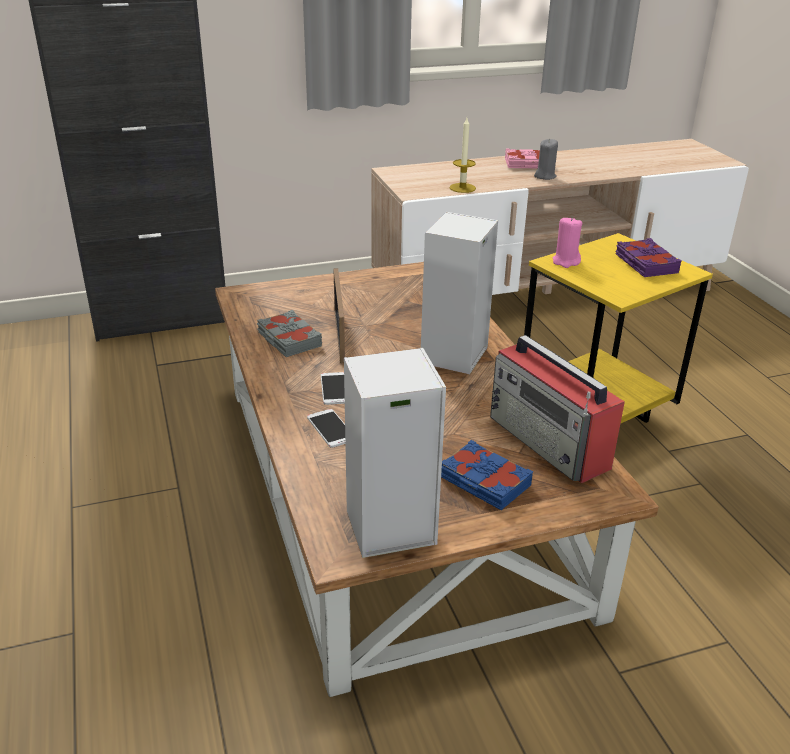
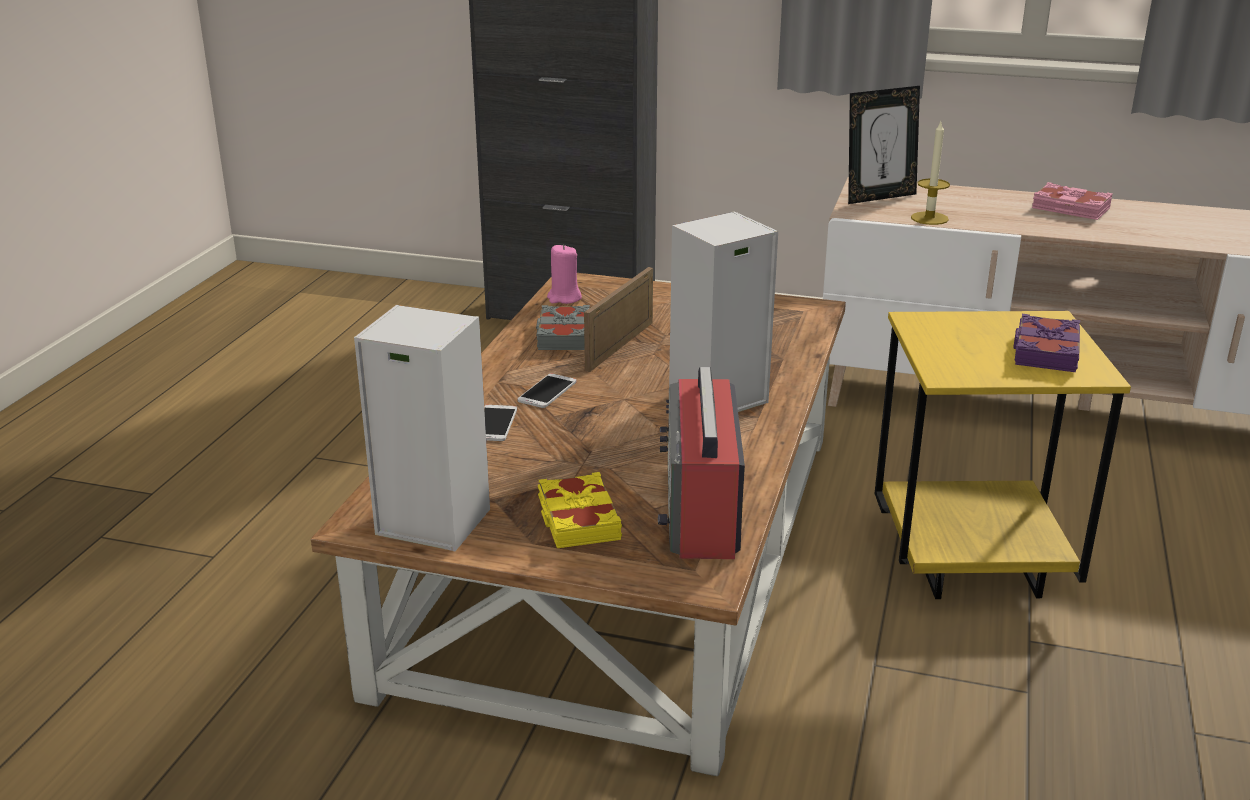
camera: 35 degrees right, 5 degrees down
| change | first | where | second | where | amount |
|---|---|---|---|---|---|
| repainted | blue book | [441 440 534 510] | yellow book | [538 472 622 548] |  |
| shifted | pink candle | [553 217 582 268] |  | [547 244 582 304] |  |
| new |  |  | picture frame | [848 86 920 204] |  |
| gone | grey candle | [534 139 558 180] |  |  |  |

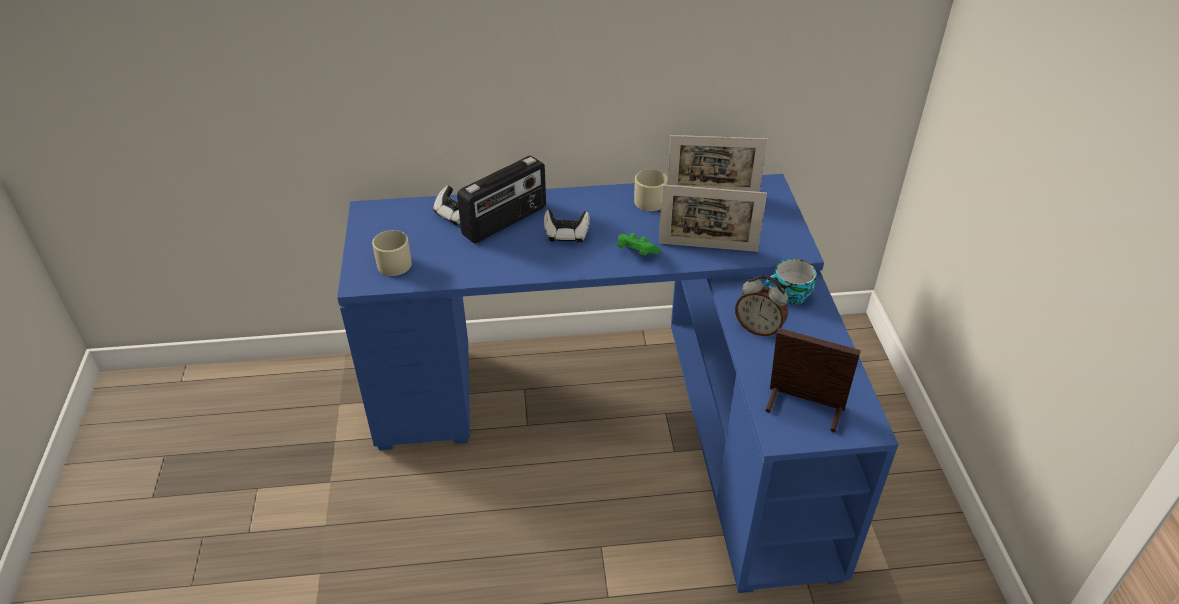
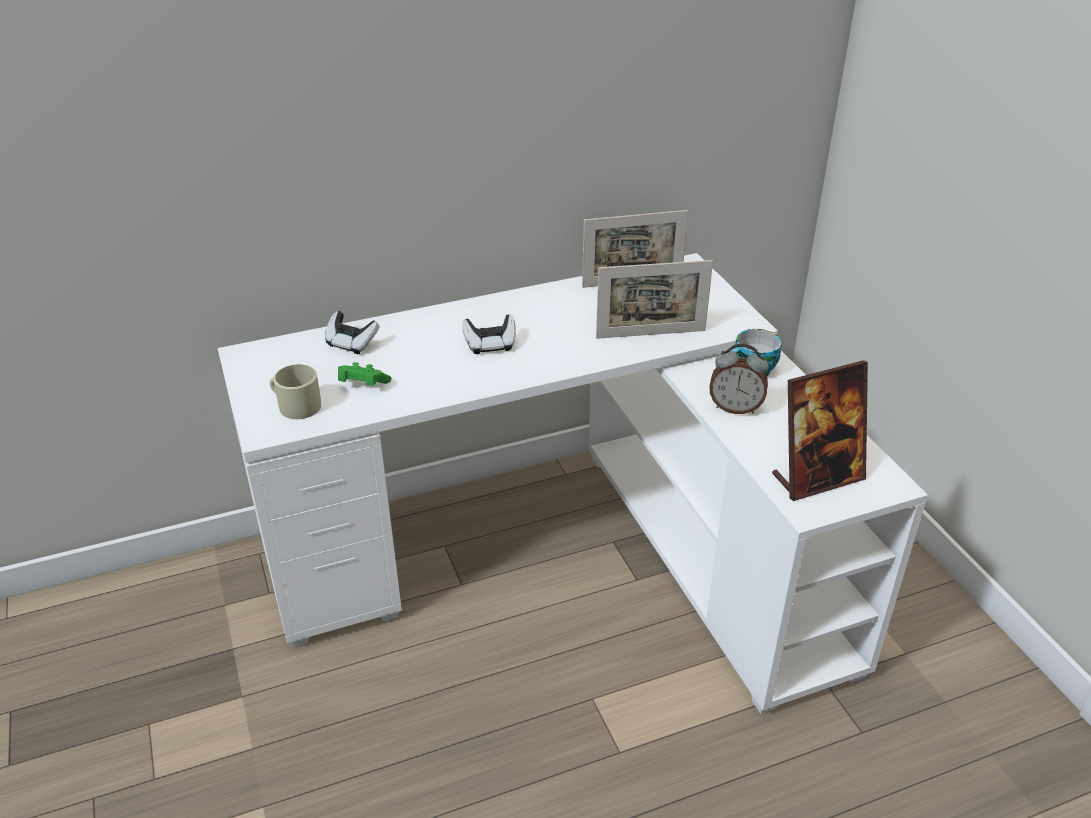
camera: 15 degrees left, 5 degrees down
| change | first | where | second | where | amount |
|---|---|---|---|---|---|
| repainted | blue desk | [337 174 899 593] | white desk | [218 253 928 714] |  |
| shifted | green game controller | [617 233 661 256] |  | [338 362 391 386] |  |
| rotated | picture frame | [765 328 861 432] |  | [772 360 868 501] | 150 degrees clockwise |
| gone | radio | [457 155 546 243] |  |  |  |
| gone | beige mug | [634 169 667 211] |  |  |  |

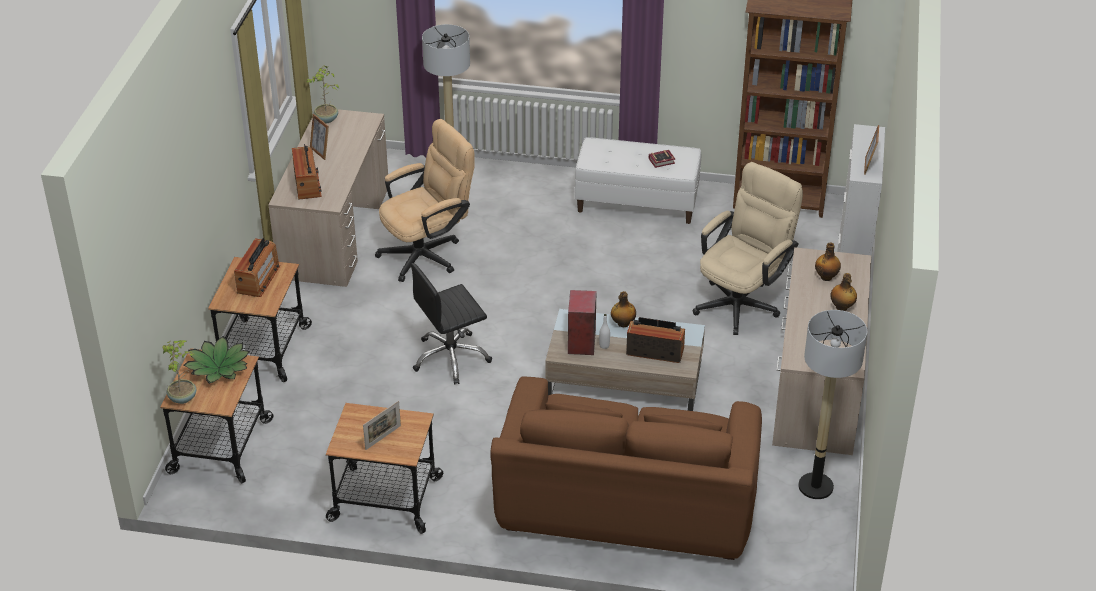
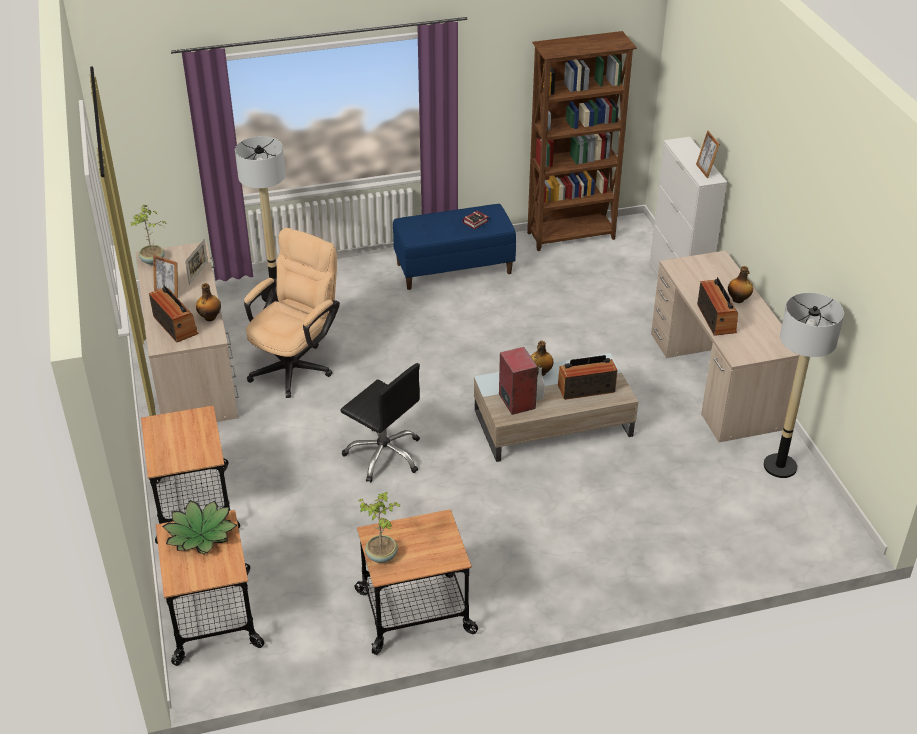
camera: 25 degrees left, 0 degrees up
| change | first | where | second | where | amount |
|---|---|---|---|---|---|
| shifted | picture frame | [363 401 401 450] |  | [185 239 208 285] |  |
| shifted | bottle | [815 243 841 281] |  | [196 283 221 321] |  |
| rotated | black office chair | [411 263 492 385] |  | [341 363 420 482] | 90 degrees counterclockwise |
| shifted | potted plant | [163 340 196 404] |  | [359 492 400 563] |  |
| repainted | white bench | [575 137 701 224] | blue bench | [393 204 516 290] |  |
| shifted | radio | [234 238 280 297] |  | [697 277 738 336] |  |
| gone | brown sofa | [490 376 762 560] |  |  |  |
| gone | beige office chair | [693 162 803 335] |  |  |  |

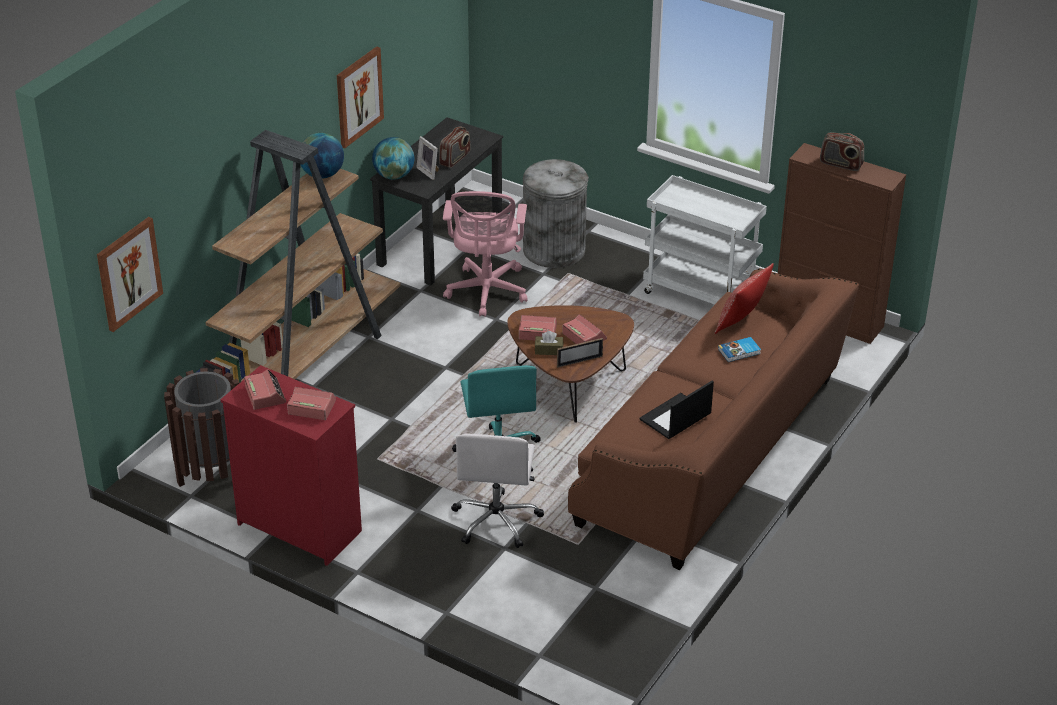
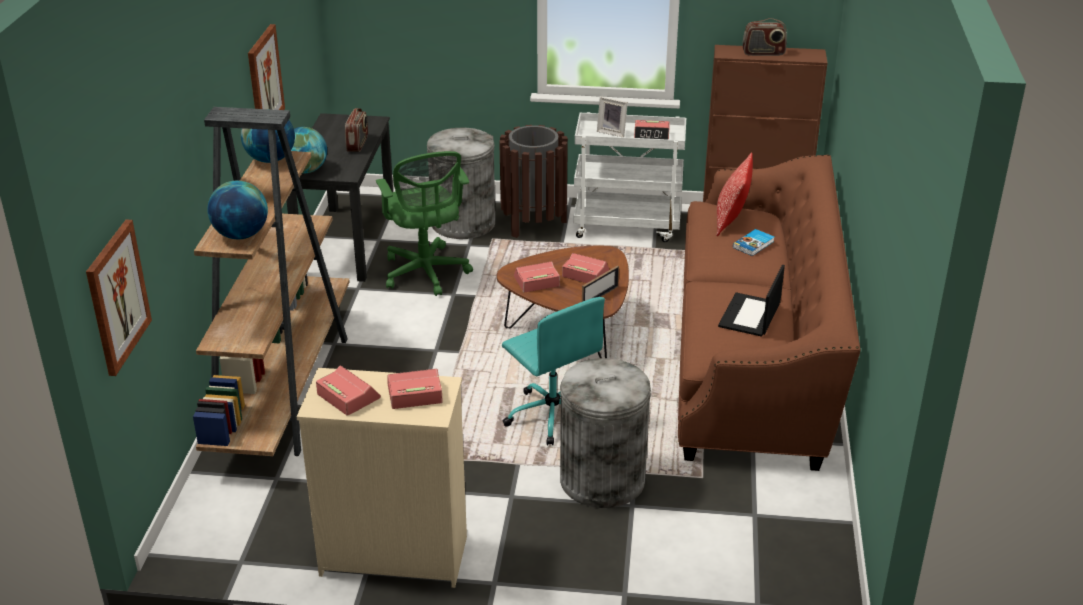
camera: 25 degrees left, 5 degrees down
| change | first | where | second | where | amount |
|---|---|---|---|---|---|
| new |  |  | globe | [207 181 268 239] |  |
| repainted | red dresser | [220 365 362 566] | beige dresser | [297 368 467 588] |  |
| repainted | pink office chair | [443 191 528 317] | green office chair | [376 151 473 296] |  |
| shifted | brown trash can | [164 368 240 487] |  | [499 125 568 238] |  |
| swapped | white office chair | [451 434 544 548] | grey trash can | [560 358 651 508] |  |
| shifted | picture frame | [416 136 439 180] |  | [597 96 628 137] |  |
| new |  |  | alarm clock | [634 120 670 140] |  |
| gone | brown tissue box | [535 331 563 355] |  |  |  |

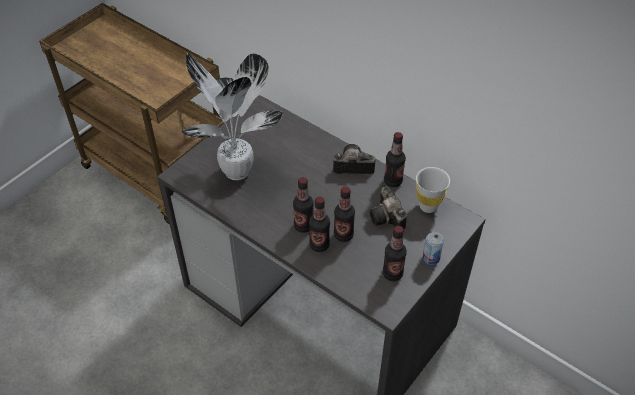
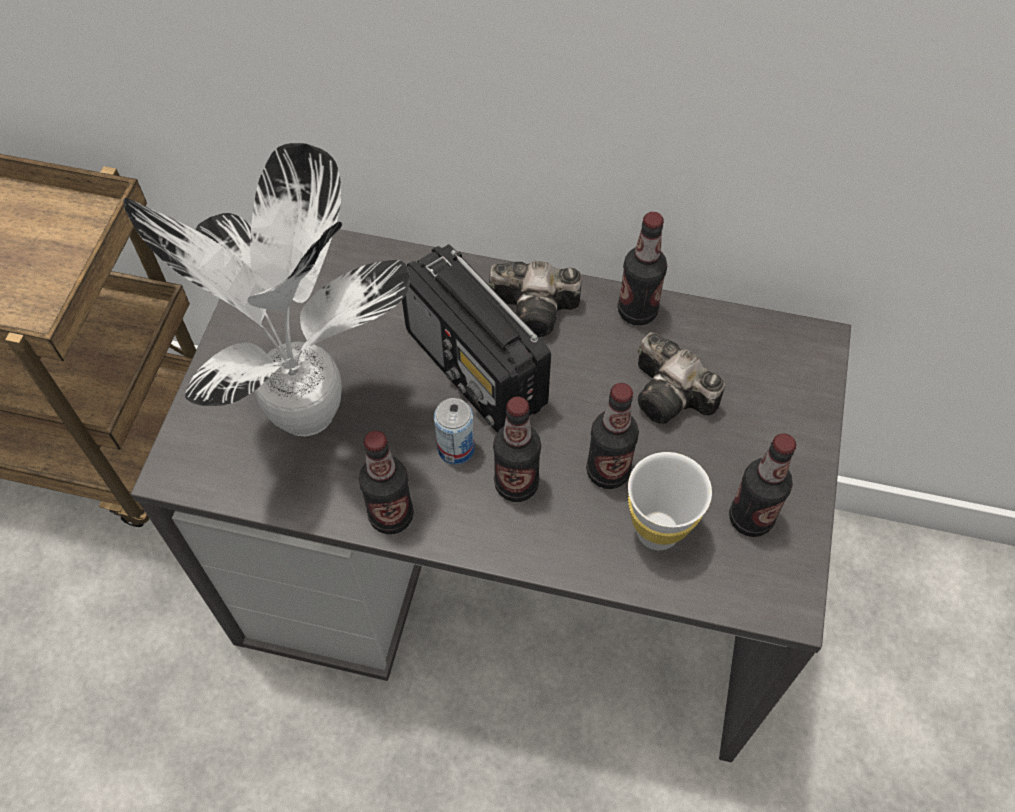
camera: 25 degrees left, 10 degrees up
| change | first | where | second | where | amount |
|---|---|---|---|---|---|
| shifted | bottle | [309 197 330 252] |  | [359 431 414 534] |  |
| new |  |  | radio | [402 244 551 433] |  |
| shifted | can | [423 232 444 265] |  | [434 398 475 465] |  |
| rotated | photo camera | [333 144 376 175] |  | [489 261 582 337] | 150 degrees counterclockwise |
| shifted | white cup | [416 167 450 213] |  | [628 452 712 550] |  |

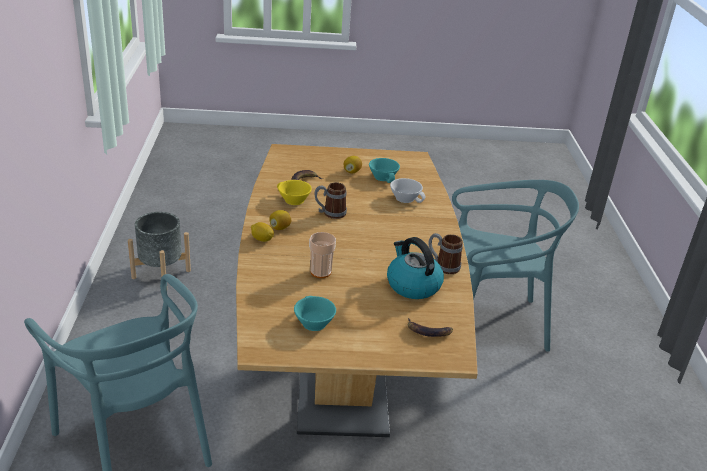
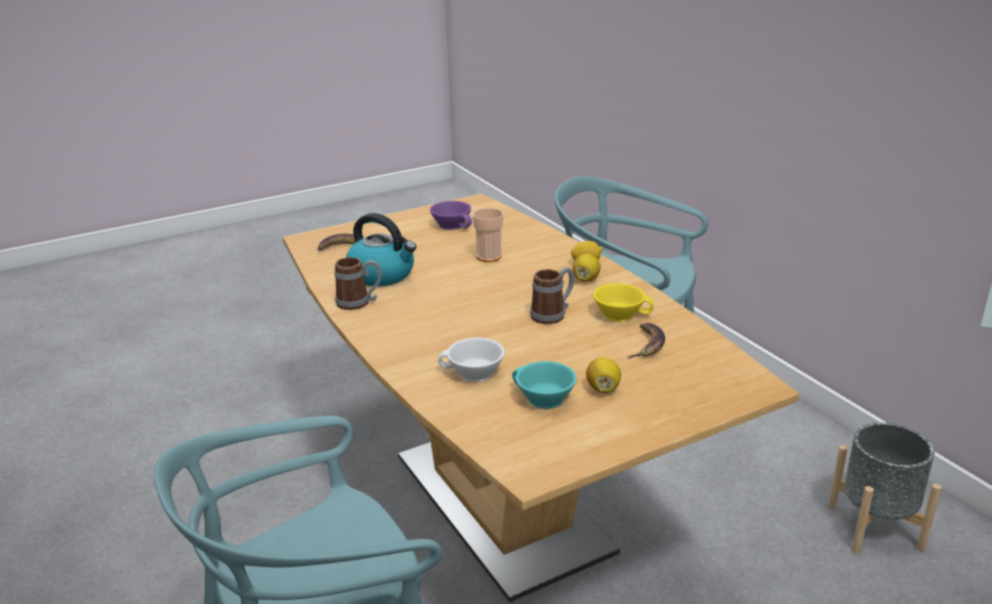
camera: 155 degrees right, 5 degrees down
| change | first | where | second | where | amount |
|---|---|---|---|---|---|
| repainted | turquoise cup | [294 296 336 331] | purple cup | [430 201 472 230] |  |

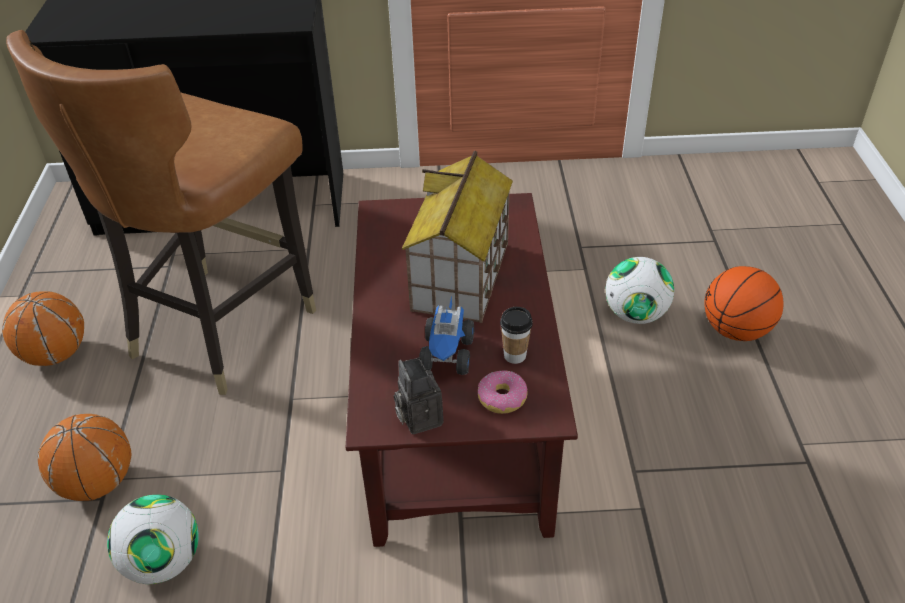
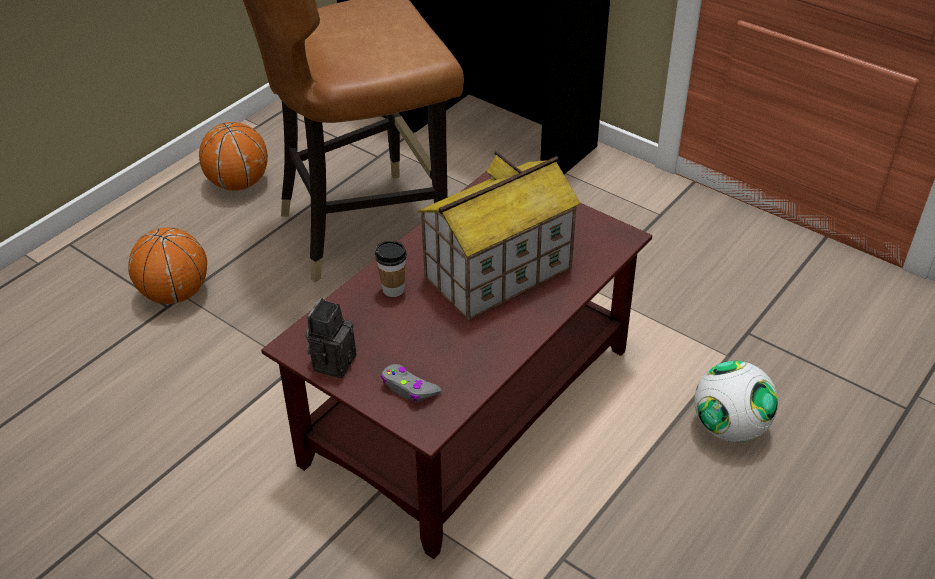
camera: 40 degrees right, 0 degrees up
| change | first | where | second | where | amount |
|---|---|---|---|---|---|
| shifted | cup | [500 307 533 364] |  | [375 241 407 297] |  |
| swapped | donut | [478 370 528 414] | grey game controller | [381 364 441 402] |  |
| gone | football | [107 495 199 584] |  |  |  |
| gone | toy truck | [419 295 474 375] |  |  |  |
| gone | basketball | [704 266 783 341] |  |  |  |

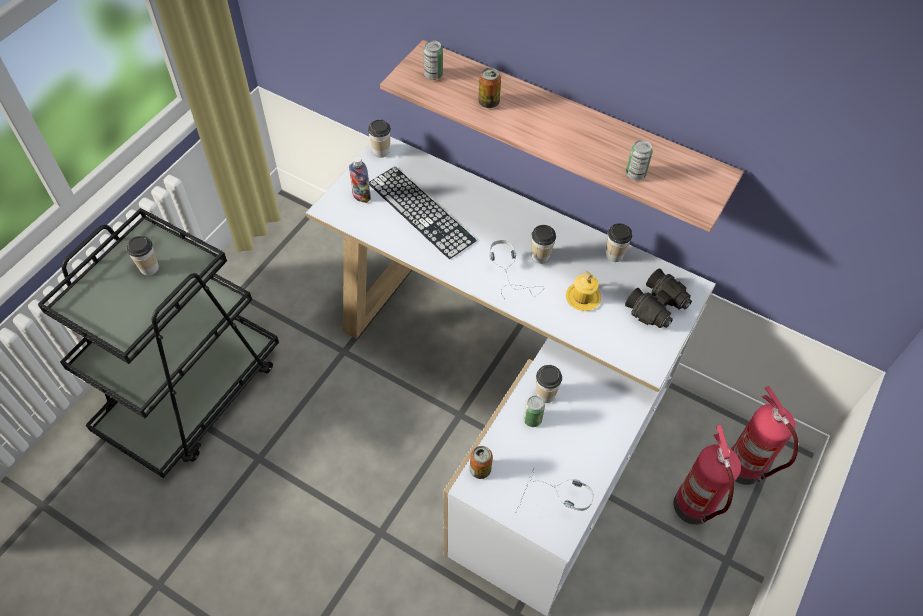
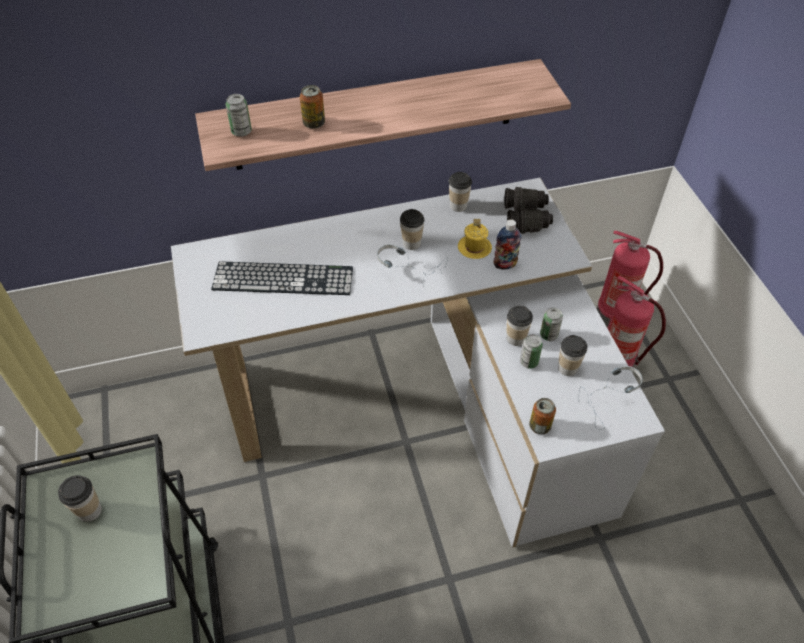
camera: 45 degrees left, 5 degrees down
| change | first | where | second | where | amount |
|---|---|---|---|---|---|
| shifted | bottle | [349 156 371 203] |  | [493 219 522 270] |  |
| shifted | can | [626 140 653 180] |  | [540 307 563 341] |  |
| shifted | cup | [368 119 391 158] |  | [558 335 587 376] |  |

